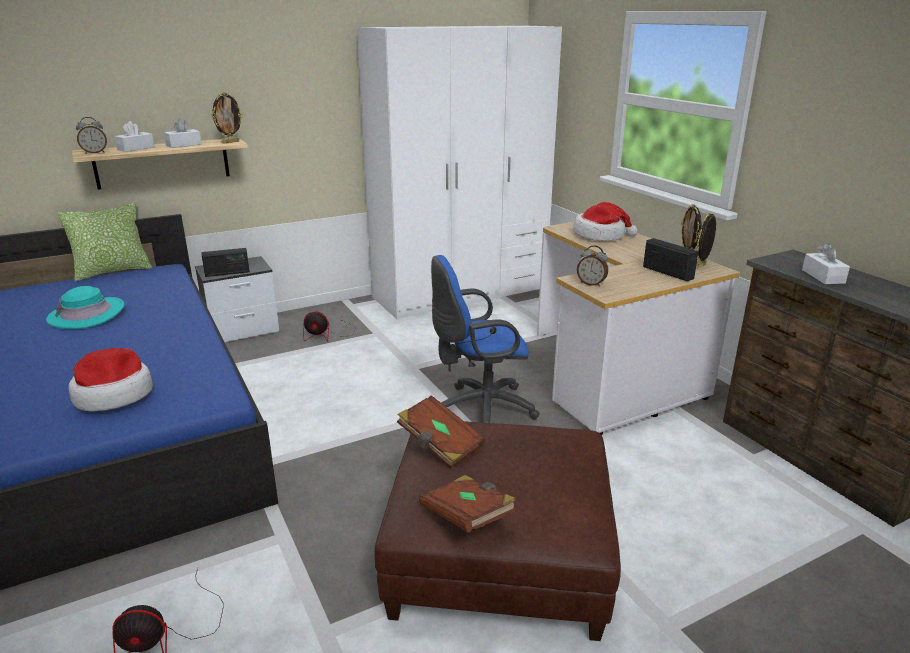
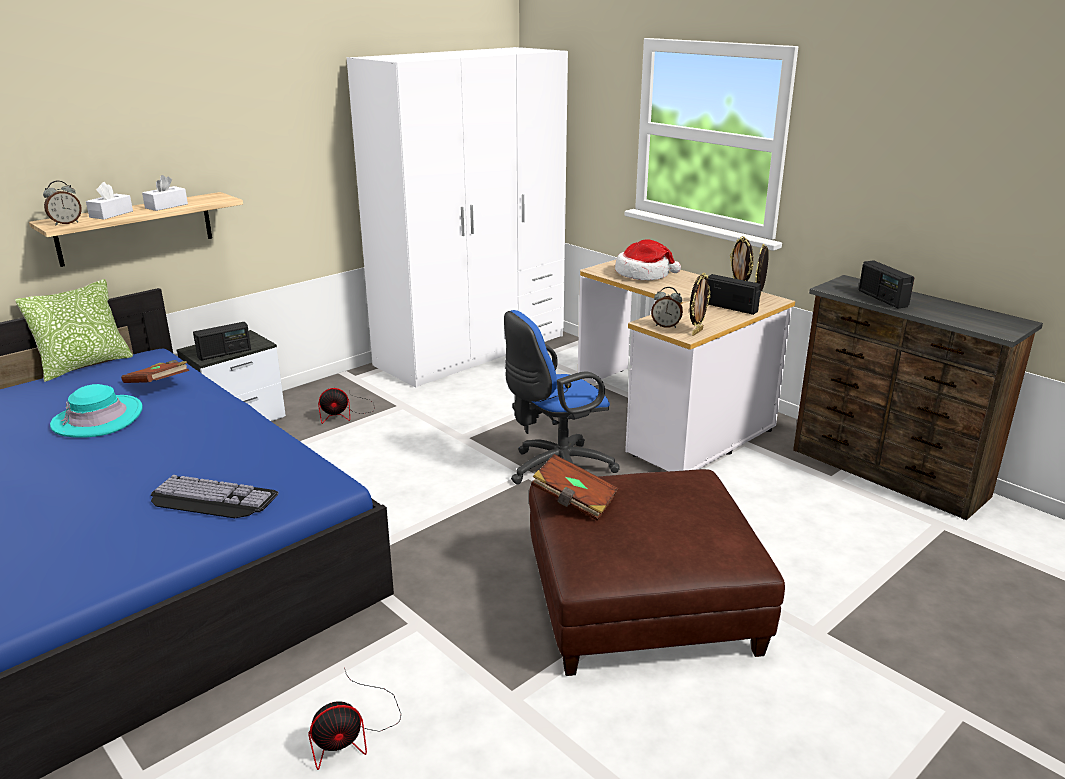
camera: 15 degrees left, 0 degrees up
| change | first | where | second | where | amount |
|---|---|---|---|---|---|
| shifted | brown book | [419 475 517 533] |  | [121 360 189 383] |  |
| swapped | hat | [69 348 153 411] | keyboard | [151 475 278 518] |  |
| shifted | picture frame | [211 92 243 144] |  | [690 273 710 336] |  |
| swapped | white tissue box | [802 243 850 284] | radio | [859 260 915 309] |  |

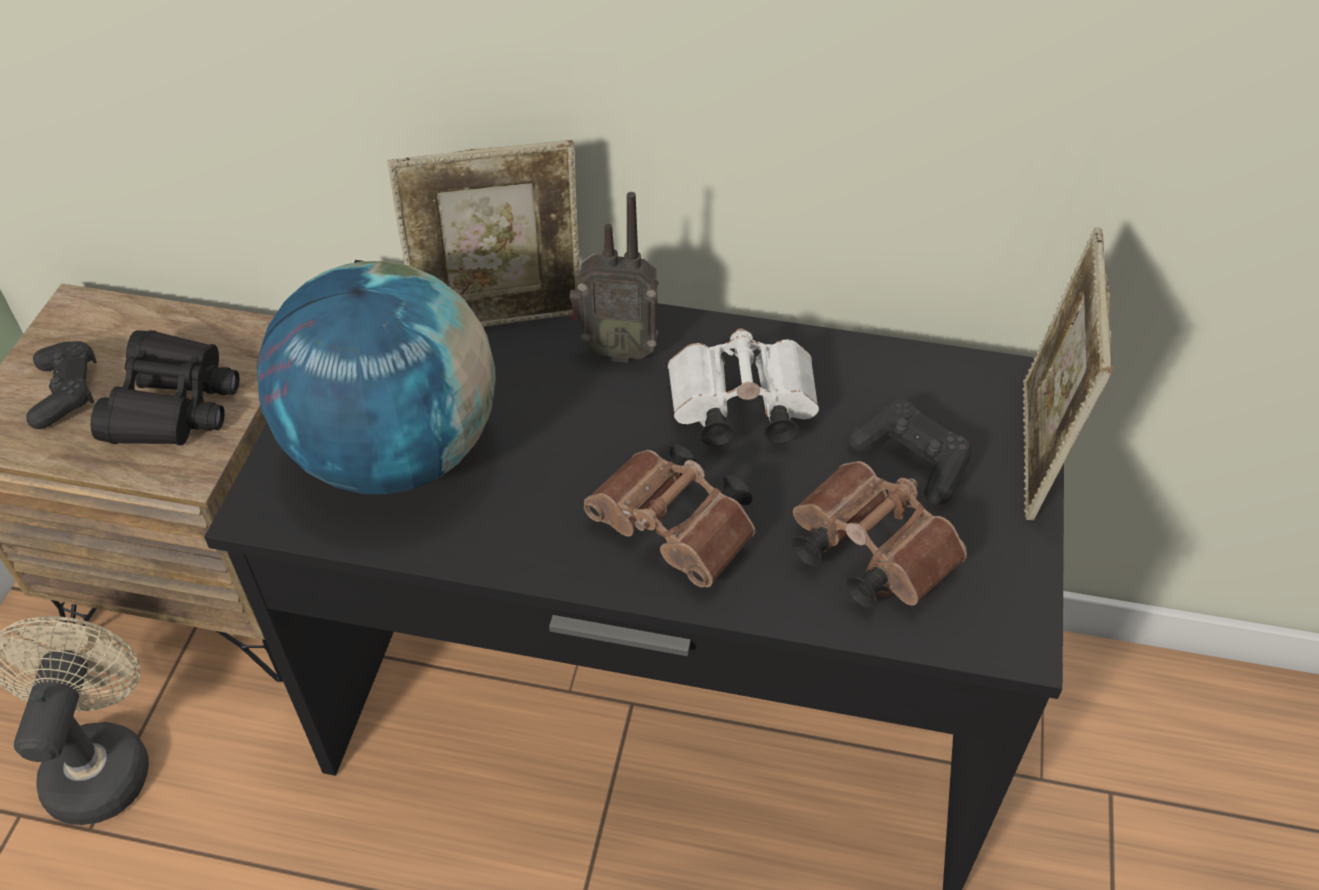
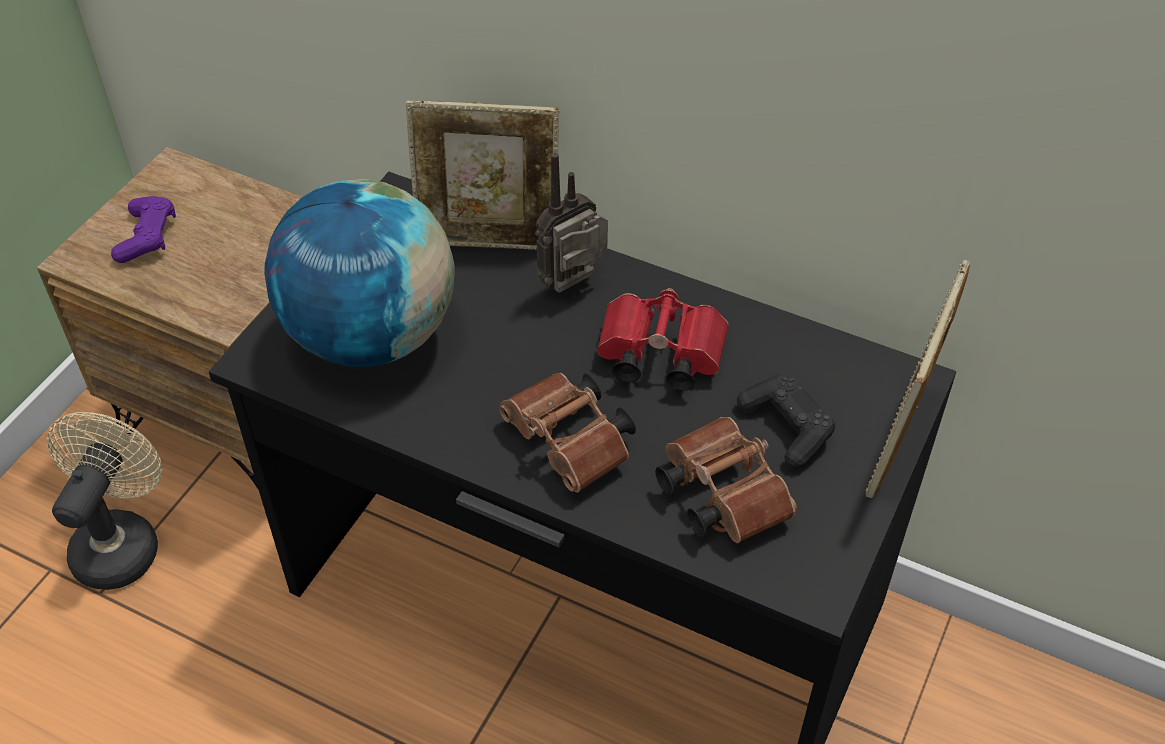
camera: 15 degrees right, 0 degrees up
| change | first | where | second | where | amount |
|---|---|---|---|---|---|
| repainted | black game controller | [26 341 97 429] | purple game controller | [111 196 176 263] |  |
| rotated | radio | [570 192 659 363] |  | [535 153 608 293] | 120 degrees clockwise |
| repainted | white binoculars | [668 328 819 446] | red binoculars | [597 288 729 391] |  |
| gone | black binoculars | [90 330 239 445] |  |  |  |

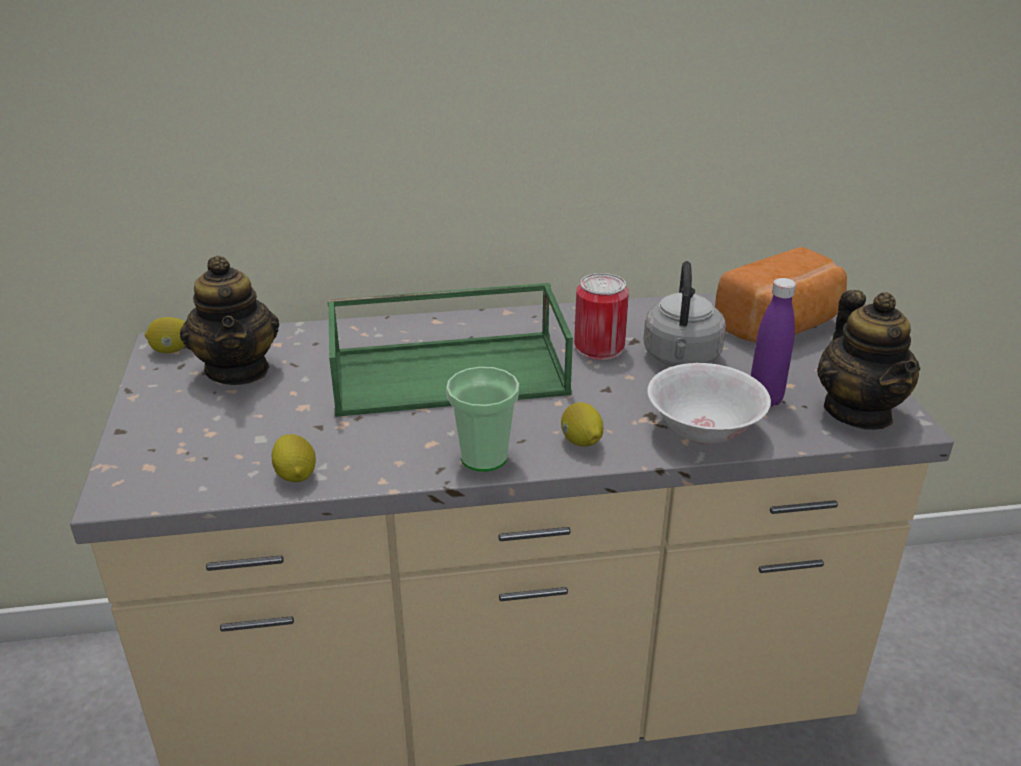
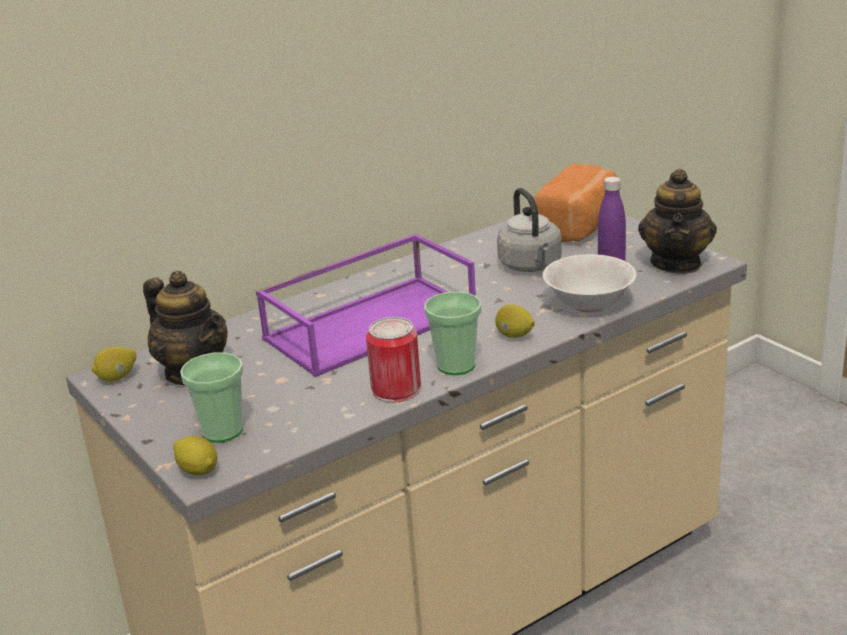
camera: 25 degrees left, 5 degrees down
| change | first | where | second | where | amount |
|---|---|---|---|---|---|
| shifted | lemon | [272 434 316 482] |  | [173 436 218 476] |  |
| new |  |  | cup | [180 353 244 443] |  |
| repainted | green tray | [327 283 573 417] | purple tray | [256 233 476 377] |  |
| shifted | can | [574 273 629 360] |  | [366 317 421 403] |  |
| rotated | teapot | [817 290 920 430] |  | [638 169 717 274] | 45 degrees clockwise |

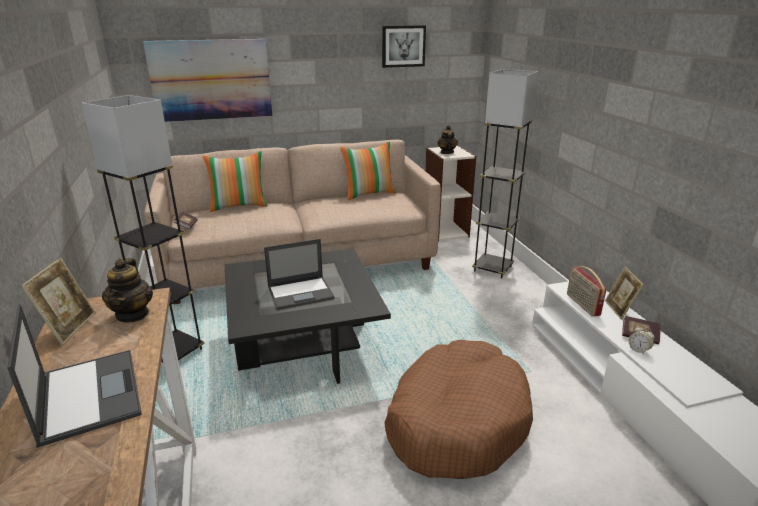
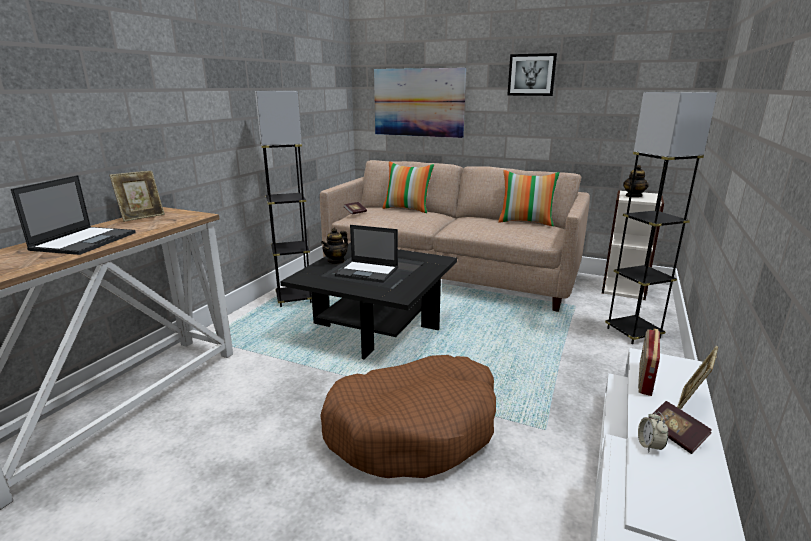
camera: 40 degrees right, 5 degrees down
| change | first | where | second | where | amount |
|---|---|---|---|---|---|
| shifted | teapot | [102 258 153 323] |  | [321 228 348 264] |  |
| shifted | picture | [382 25 426 68] |  | [507 53 557 96] |  |

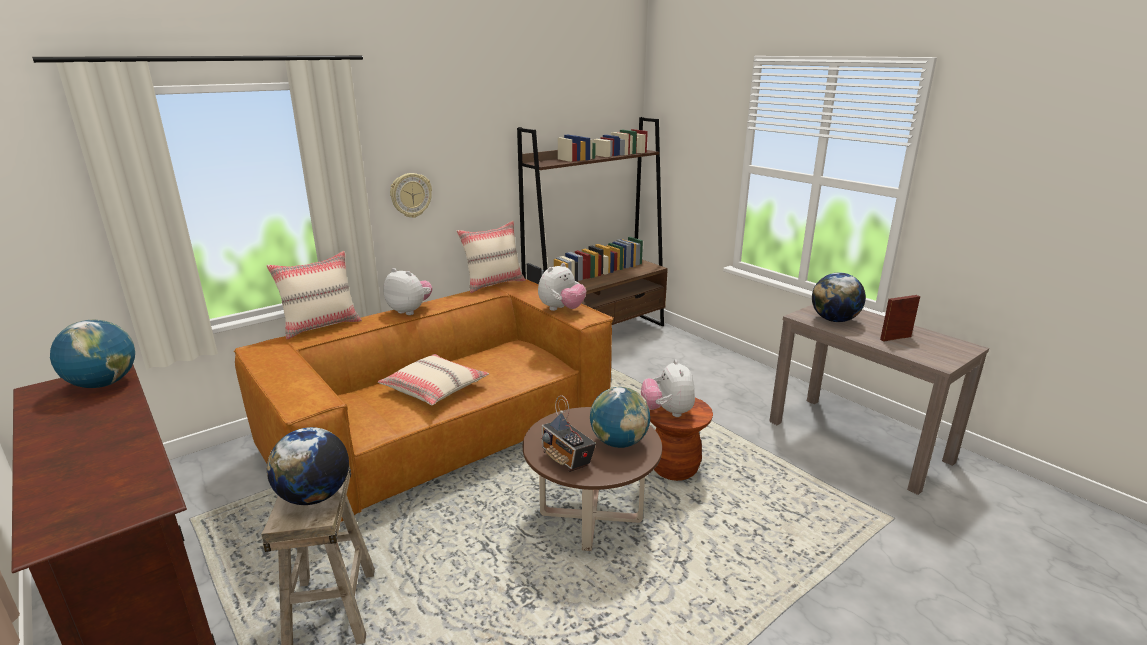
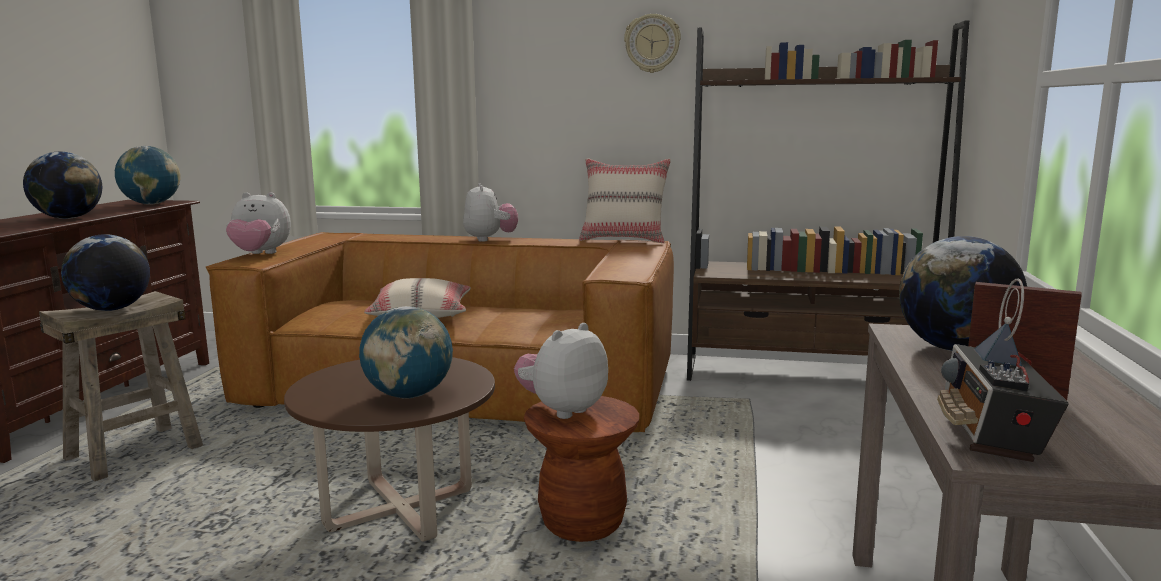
camera: 50 degrees right, 10 degrees down
| change | first | where | second | where | amount |
|---|---|---|---|---|---|
| new |  |  | globe | [23 152 102 219] |  |
| shifted | plush toy | [538 263 586 311] |  | [226 192 291 254] |  |
| shifted | wall clock | [390 173 432 218] |  | [624 14 681 73] |  |
| shifted | radio | [540 395 596 472] |  | [937 278 1069 462] |  |
| gone | beige pillow | [266 251 362 339] |  |  |  |

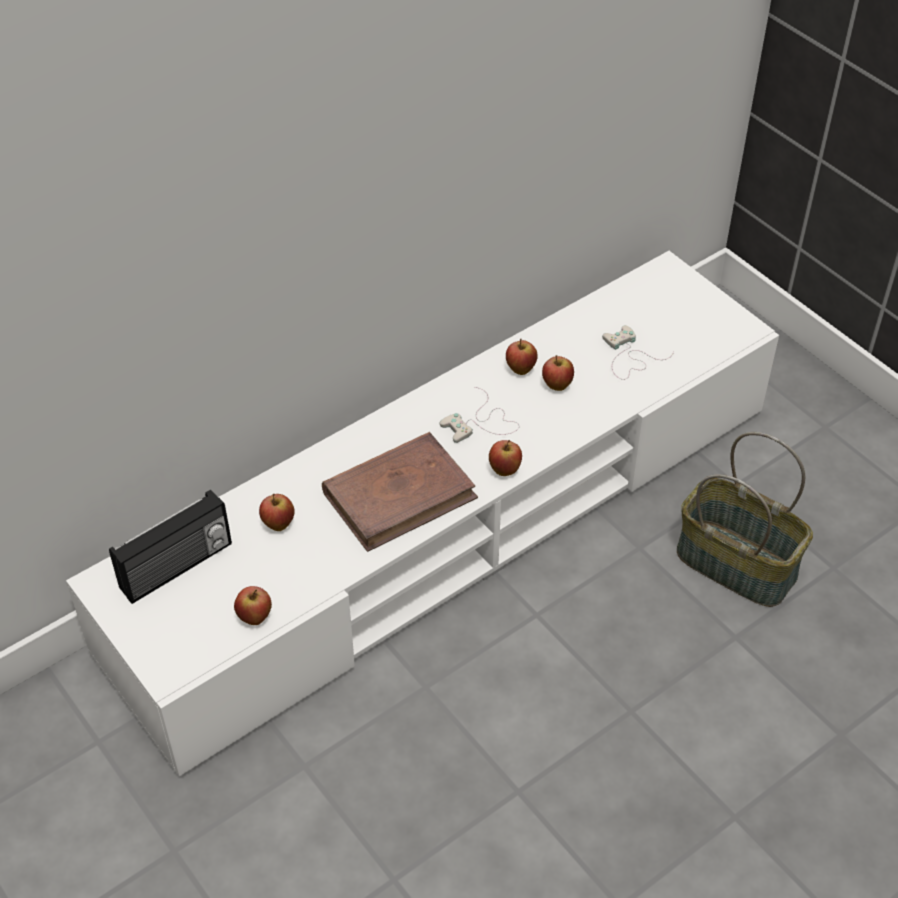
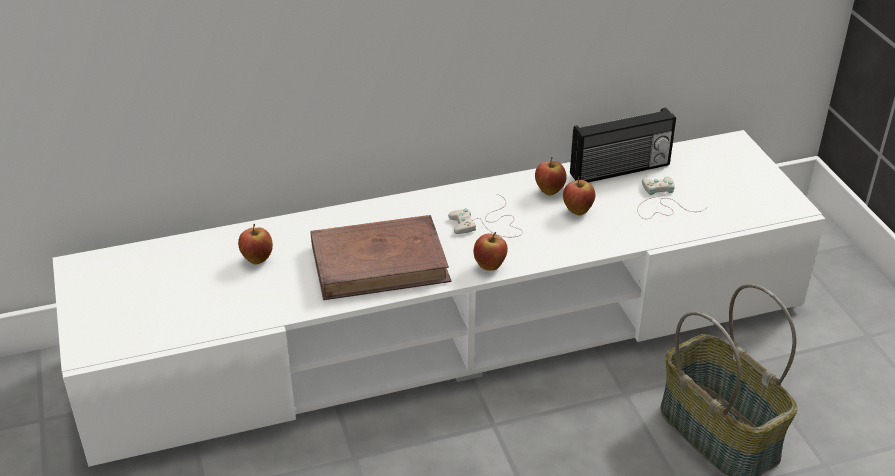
camera: 20 degrees right, 10 degrees down
| change | first | where | second | where | amount |
|---|---|---|---|---|---|
| shifted | radio | [109 490 232 604] |  | [570 108 676 183] |  |
| gone | apple | [234 586 272 625] |  |  |  |

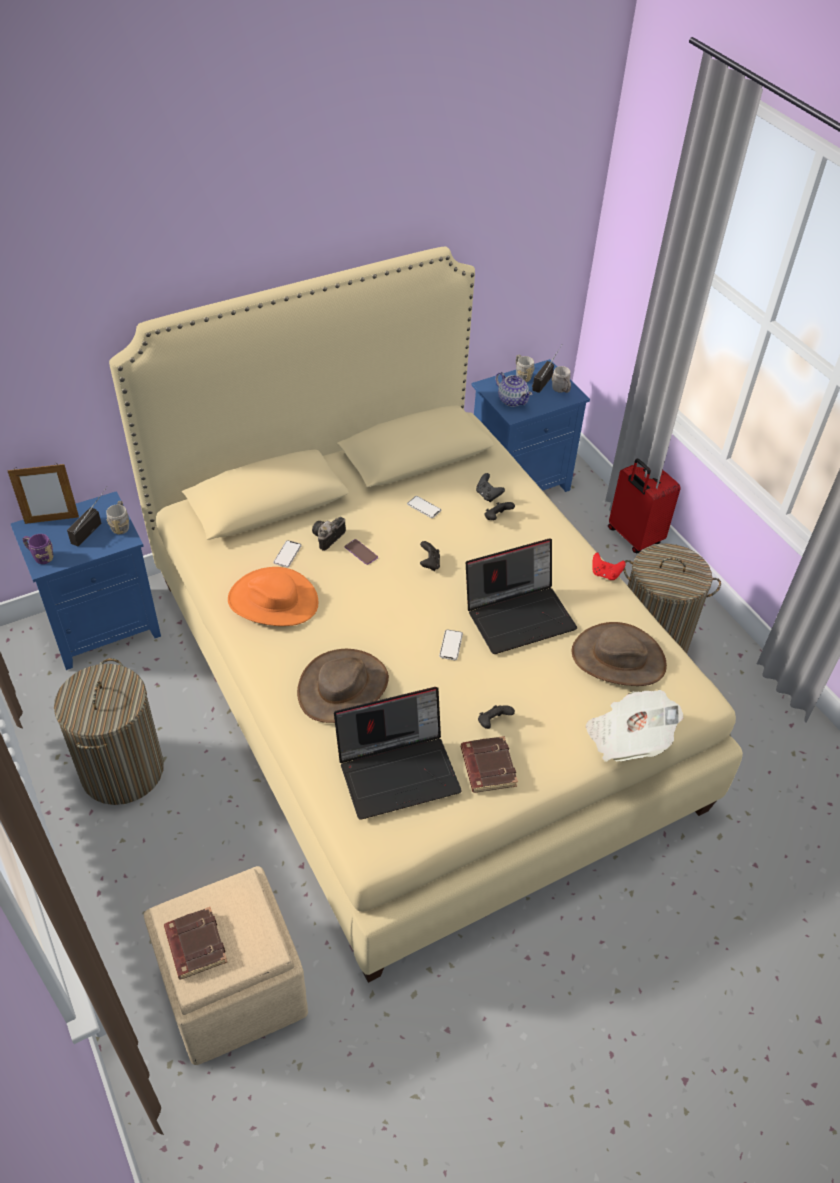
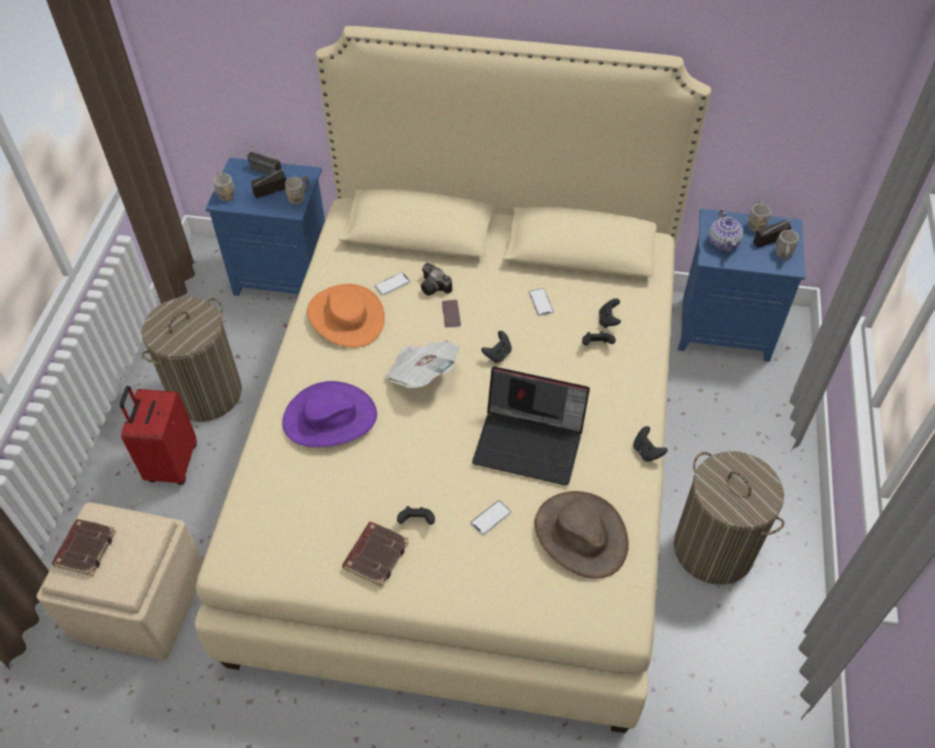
camera: 40 degrees right, 5 degrees up
| change | first | where | second | where | amount |
|---|---|---|---|---|---|
| shifted | red suitcase | [608 459 681 553] |  | [120 386 197 485] |  |
| repainted | purple mug | [22 534 53 564] | grey mug | [214 172 235 201] |  |
| swapped | picture frame | [7 463 79 524] | radio | [234 136 282 175] |  |
| repainted | brown hat | [297 649 389 723] | purple hat | [282 381 377 447] |  |
| shifted | newspaper | [585 690 683 762] |  | [385 341 460 388] |  |
| rotated | photo camera | [312 517 346 551] |  | [421 263 452 296] | 120 degrees counterclockwise |
| shifted | phone | [439 629 463 660] |  | [471 500 511 535] |  |
| repainted | red game controller | [592 553 626 580] | black game controller | [633 426 668 462] |  |
| gone | laptop | [334 687 462 820] |  |  |  |

